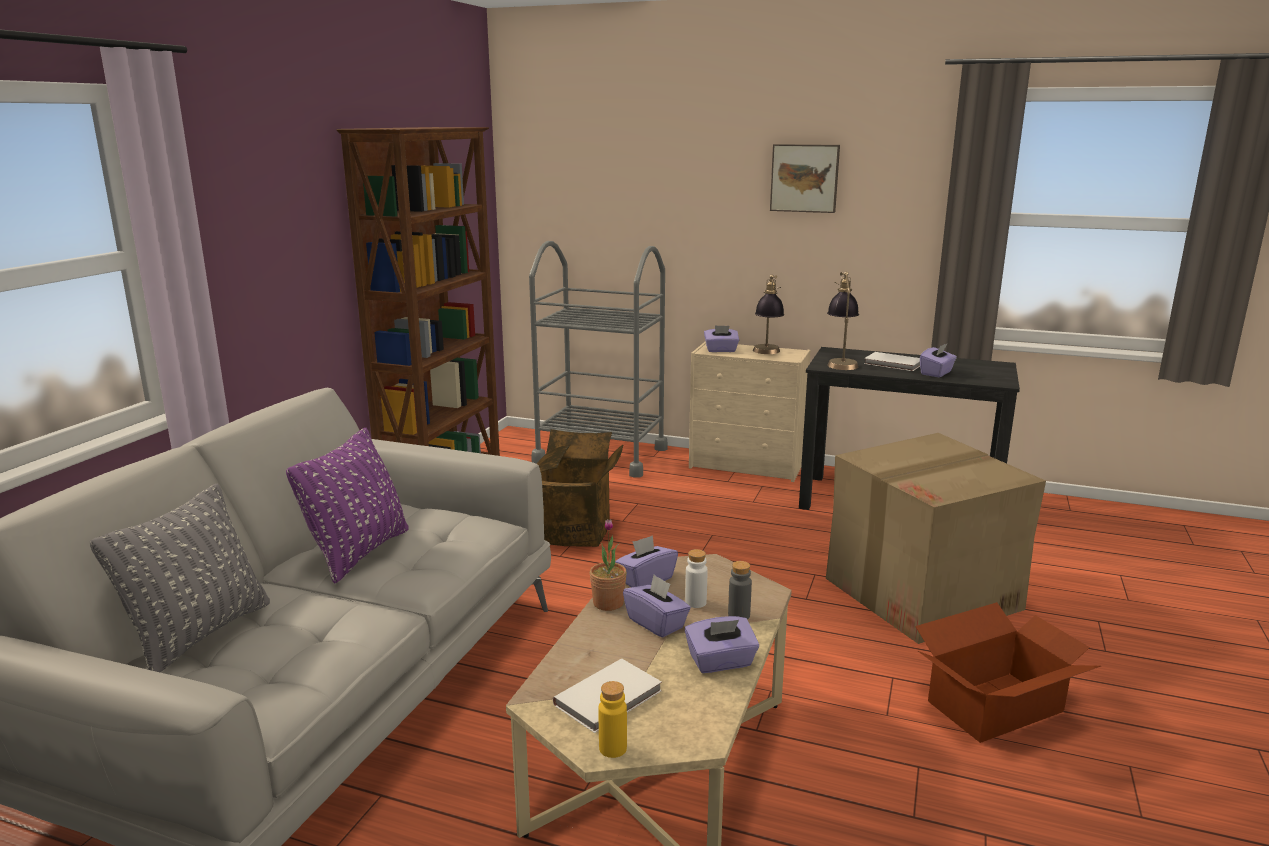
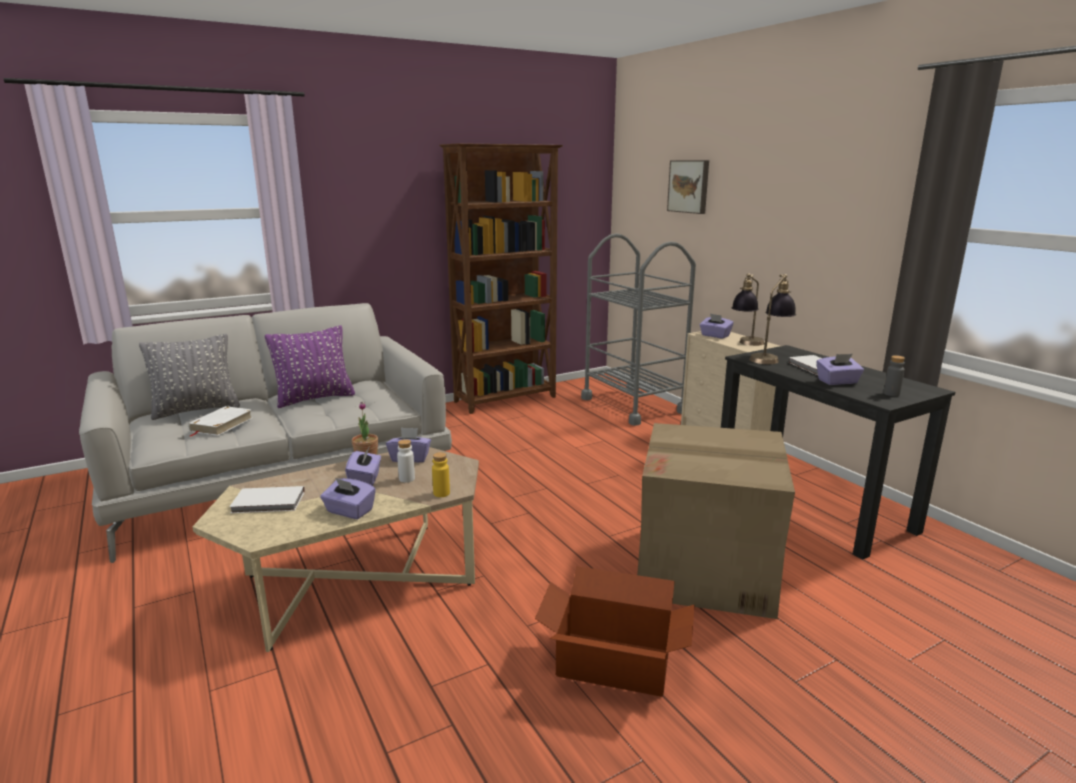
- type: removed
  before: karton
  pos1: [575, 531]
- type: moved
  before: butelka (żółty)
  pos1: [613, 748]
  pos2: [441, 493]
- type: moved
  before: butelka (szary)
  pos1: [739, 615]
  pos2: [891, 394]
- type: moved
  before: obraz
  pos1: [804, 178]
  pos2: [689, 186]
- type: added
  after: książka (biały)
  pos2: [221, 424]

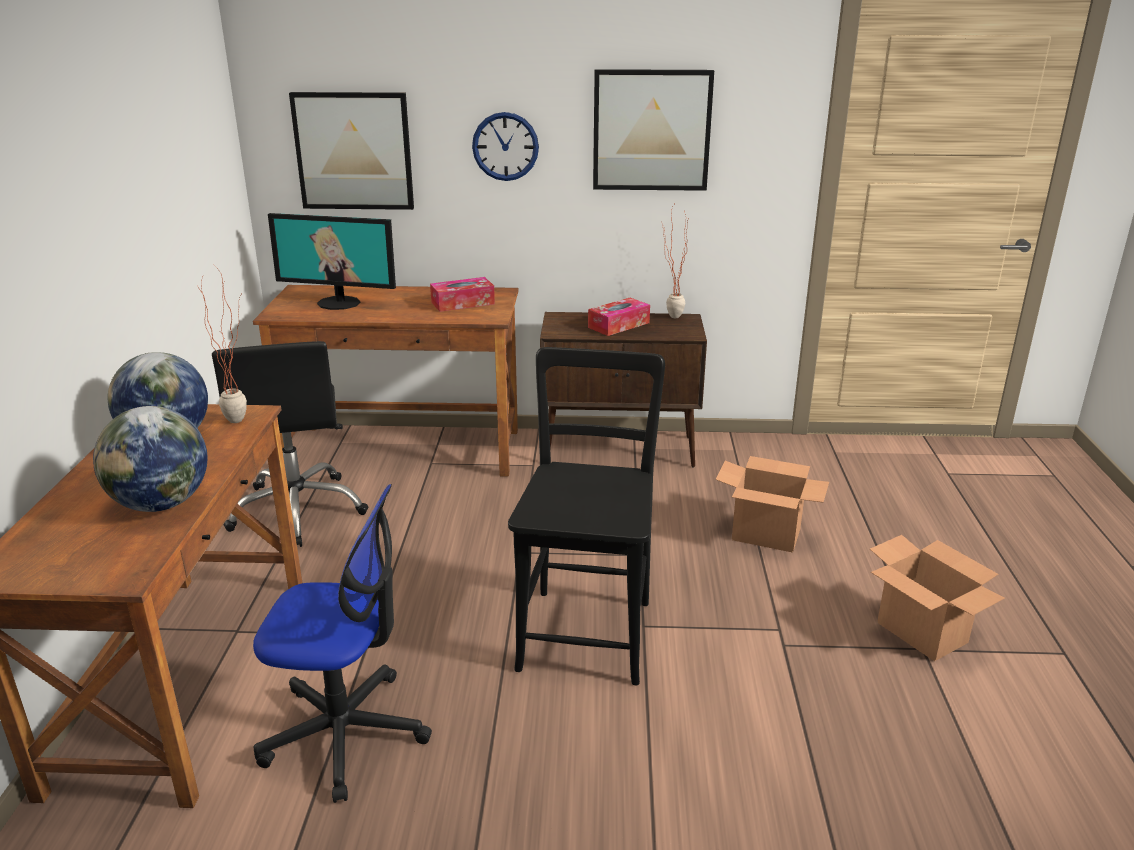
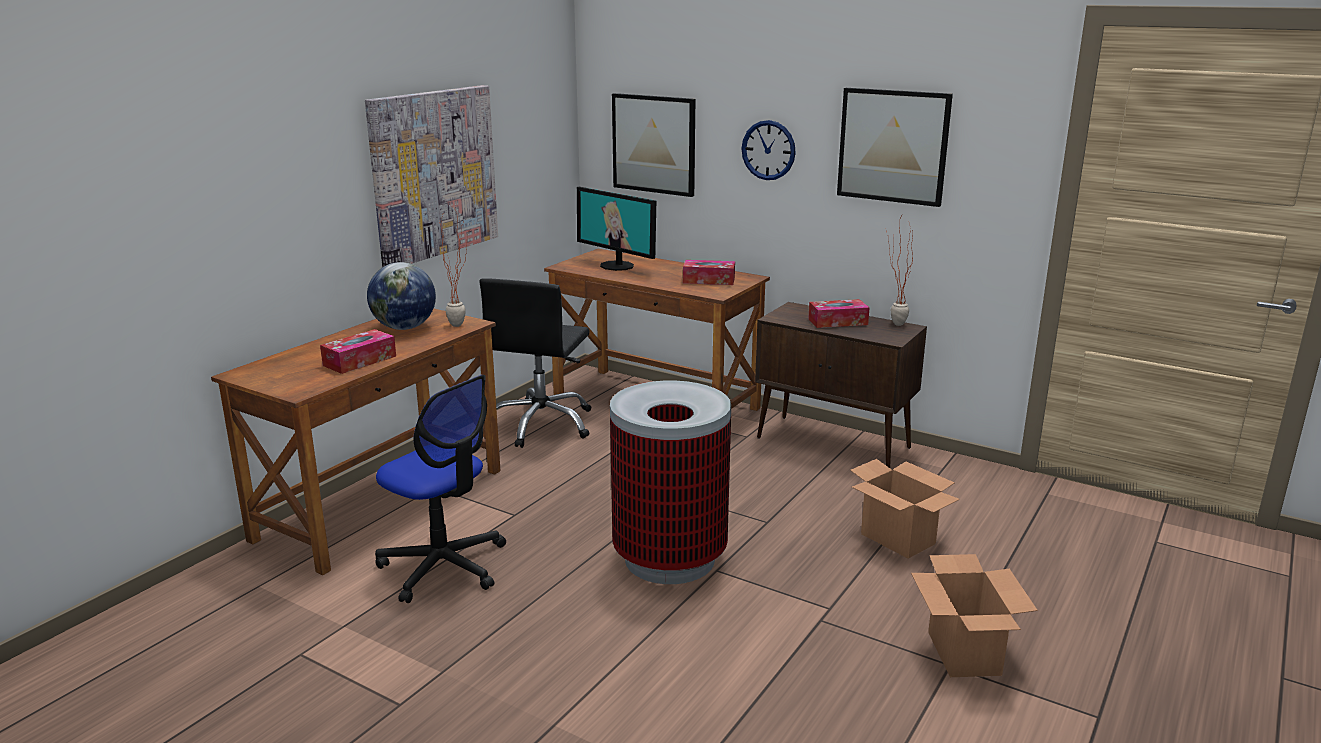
- type: replaced
  before: globus
  after: pudełko chusteczek
  pos1: [161, 504]
  pos2: [359, 361]
- type: replaced
  before: krzesło (czarny)
  after: kosz na śmieci
  pos1: [587, 629]
  pos2: [670, 559]
- type: added
  after: obraz
  pos2: [433, 174]

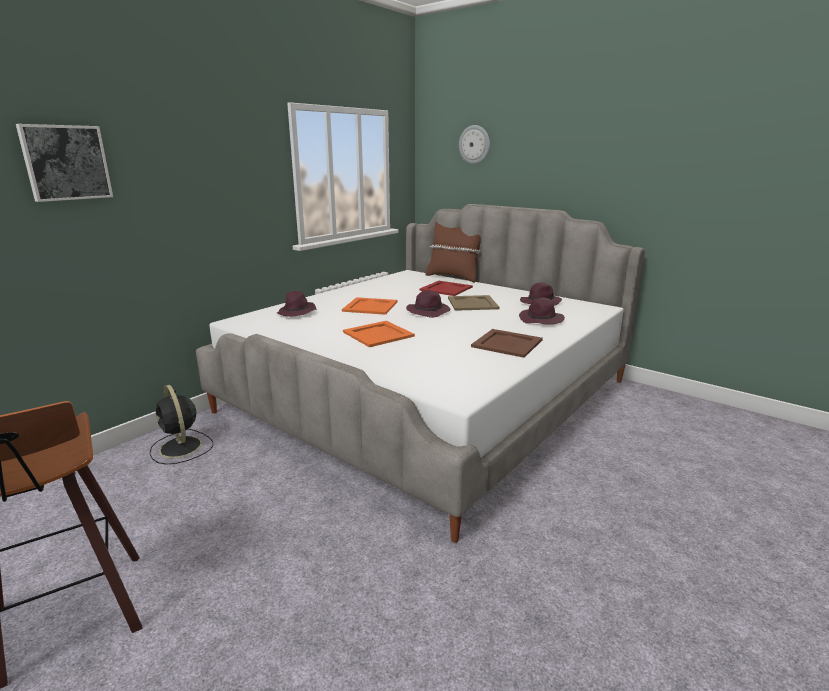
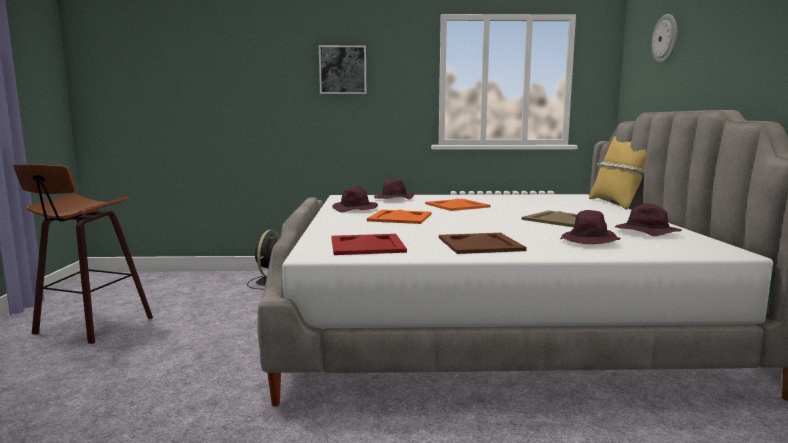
- type: moved
  before: obraz
  pos1: [66, 162]
  pos2: [343, 70]
- type: moved
  before: kapelusz (fioletowy)
  pos1: [429, 311]
  pos2: [355, 209]
- type: moved
  before: taca (czerwony)
  pos1: [446, 288]
  pos2: [367, 245]
- type: recoloured
  before: poduszka (brązowy)
  after: poduszka (żółty)
  pos1: [453, 277]
  pos2: [617, 203]

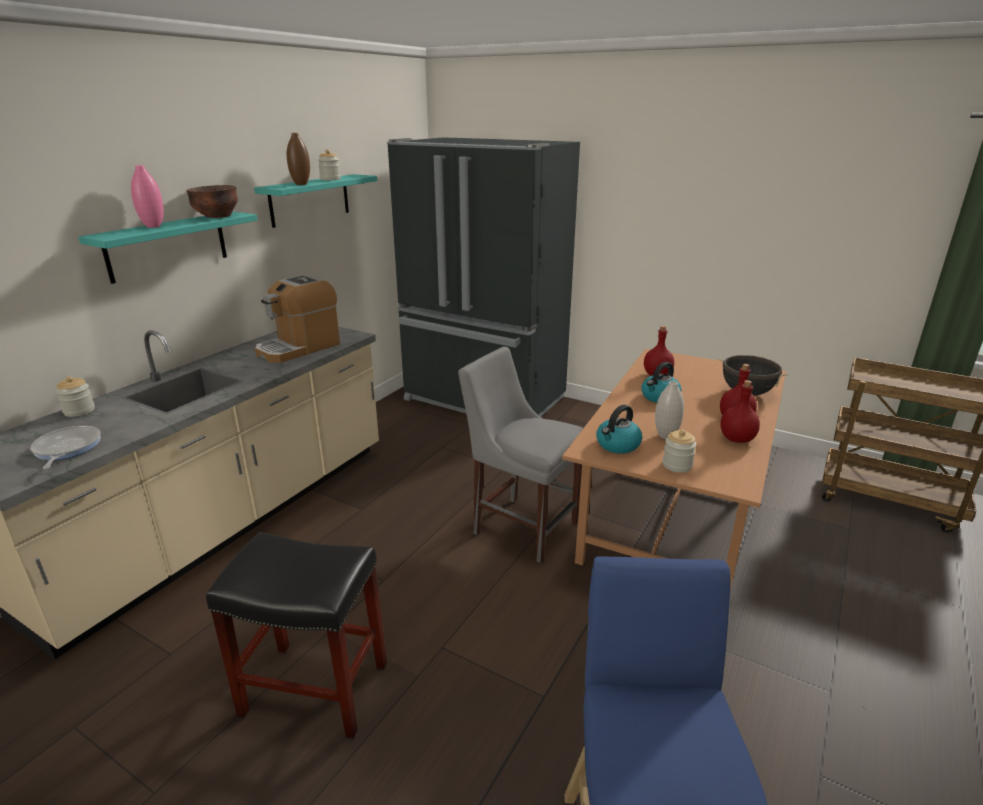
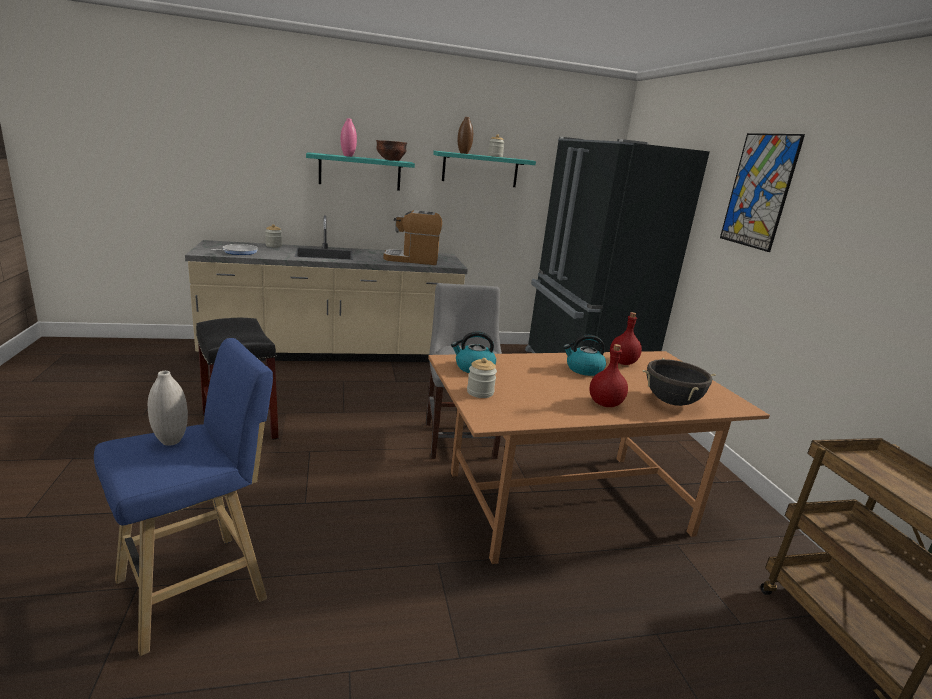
- type: moved
  before: wazon (biały)
  pos1: [666, 436]
  pos2: [171, 441]
- type: removed
  before: butelka (czerwony)
  pos1: [736, 439]
- type: added
  after: obraz
  pos2: [759, 191]

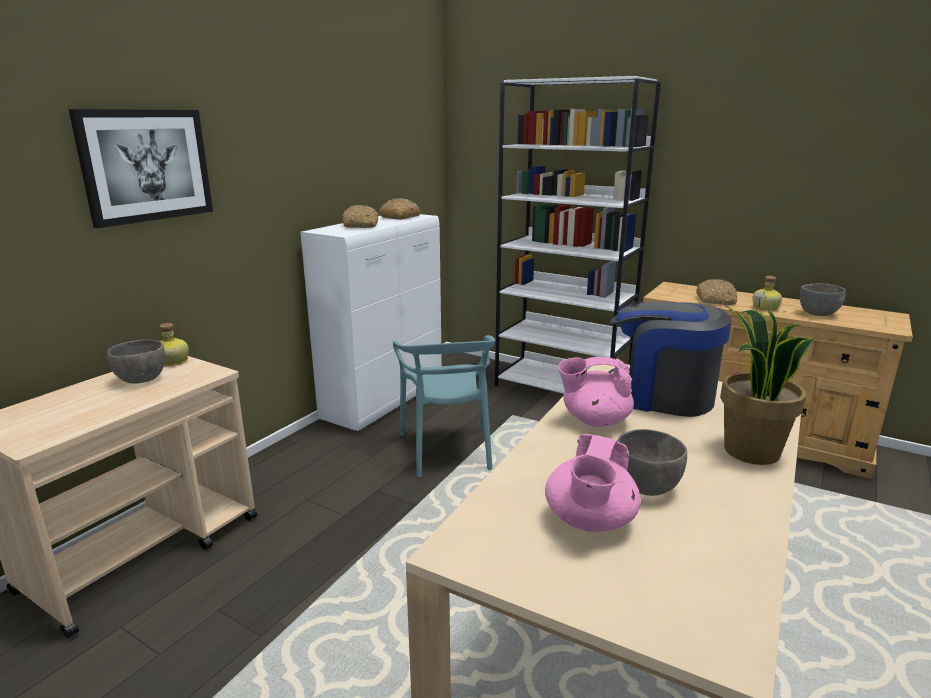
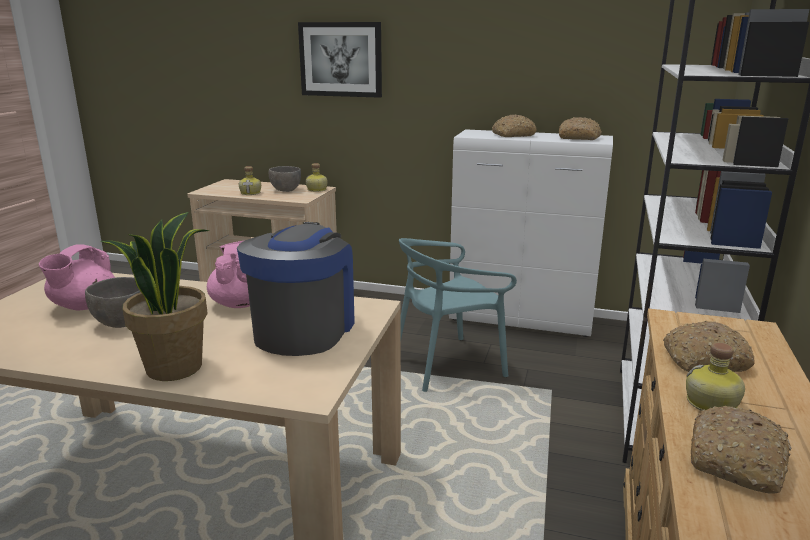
- type: turned
  before: imbryk (różowy)
  pos1: [589, 521]
  pos2: [83, 306]
  turn: -75
- type: replaced
  before: miska (szary)
  after: chleb
  pos1: [818, 314]
  pos2: [737, 461]
- type: added
  after: butelka
  pos2: [251, 193]

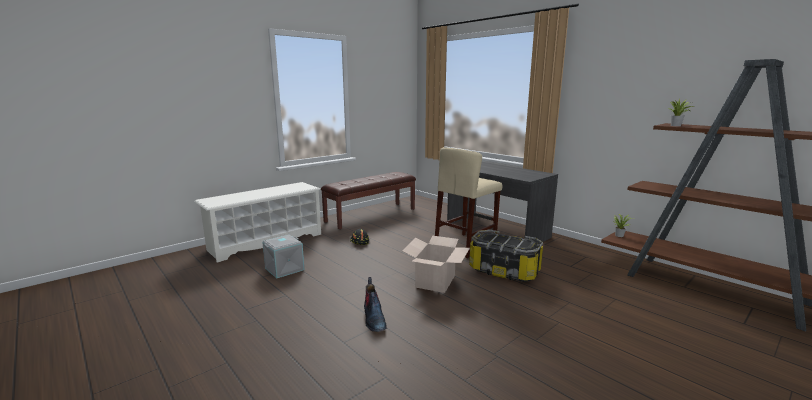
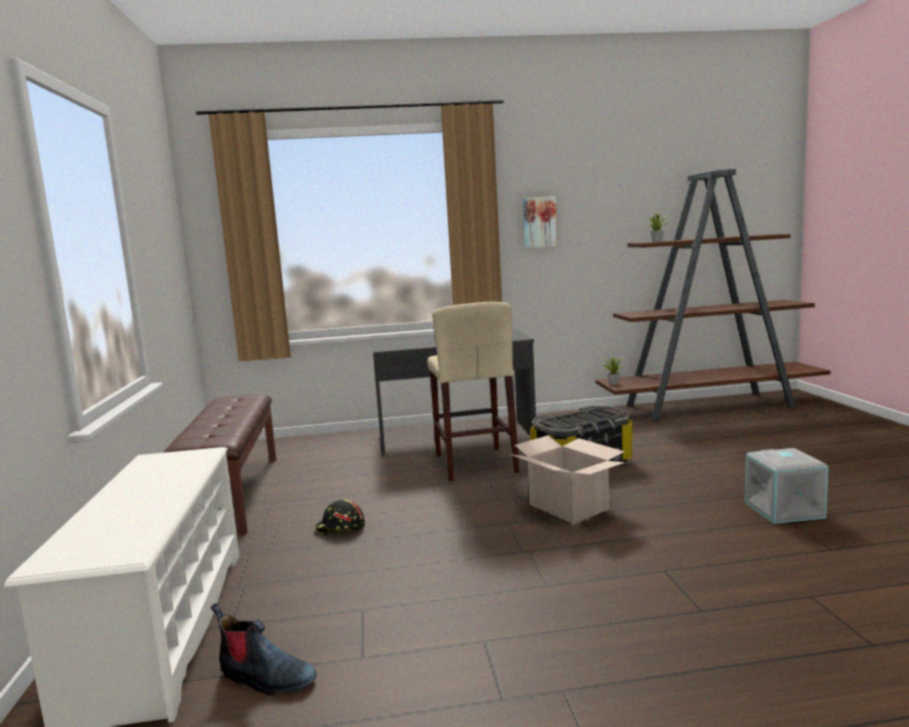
- type: moved
  before: pojemnik do przechowywania (szary)
  pos1: [284, 269]
  pos2: [785, 510]
- type: moved
  before: but z cholewką
  pos1: [374, 319]
  pos2: [265, 678]
- type: added
  after: obraz
  pos2: [539, 222]

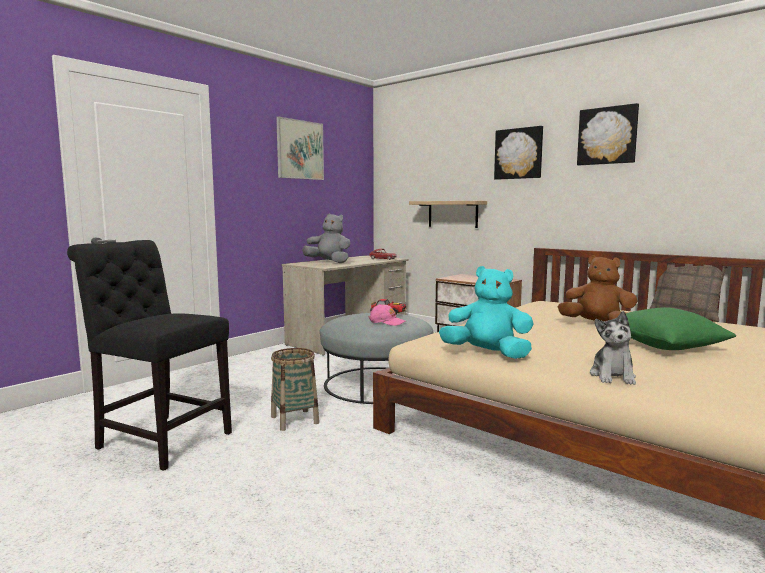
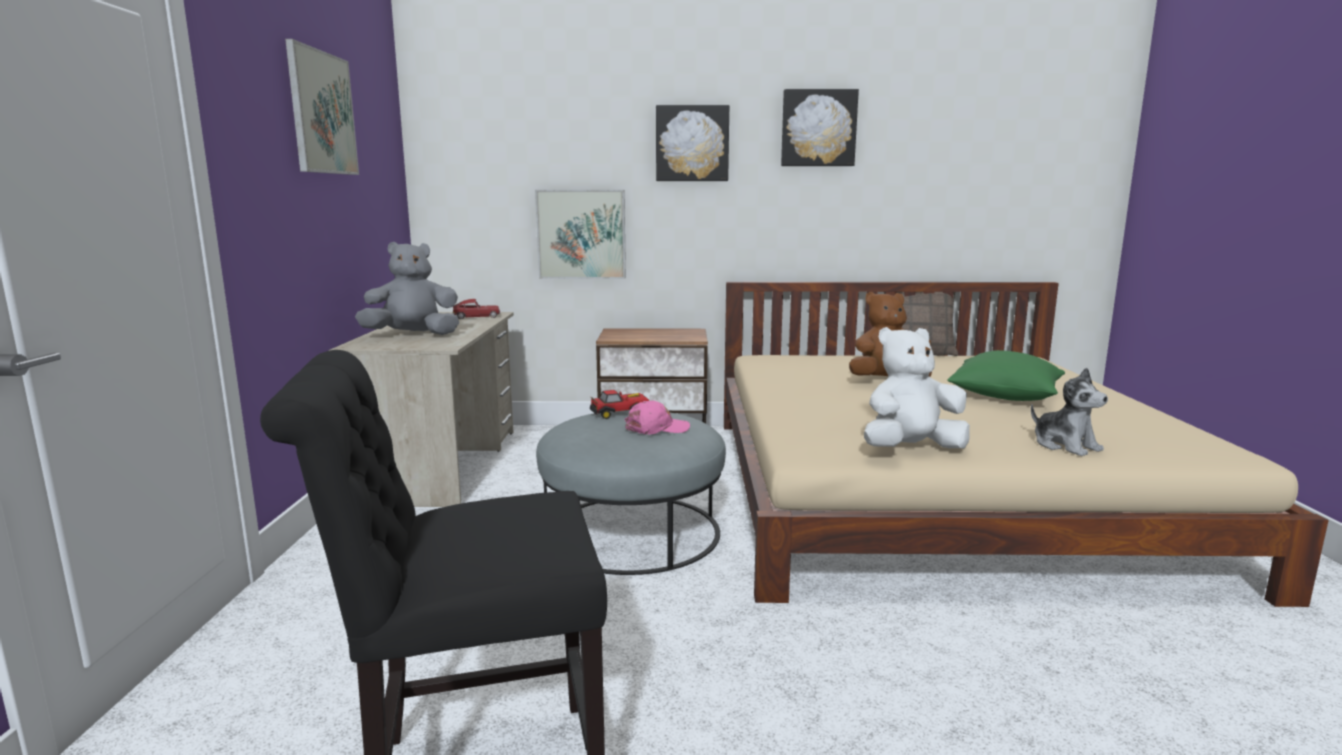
- type: removed
  before: koszyk
  pos1: [294, 420]
- type: replaced
  before: półka
  after: obraz
  pos1: [452, 214]
  pos2: [581, 234]
- type: recoloured
  before: pluszak (turkusowy)
  after: pluszak (biały)
  pos1: [487, 354]
  pos2: [910, 449]

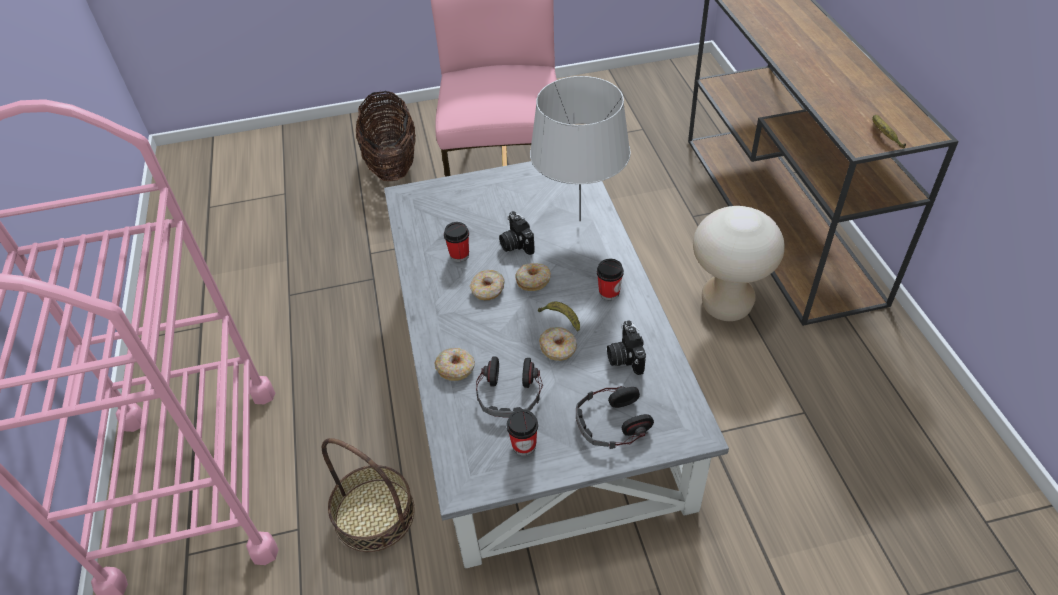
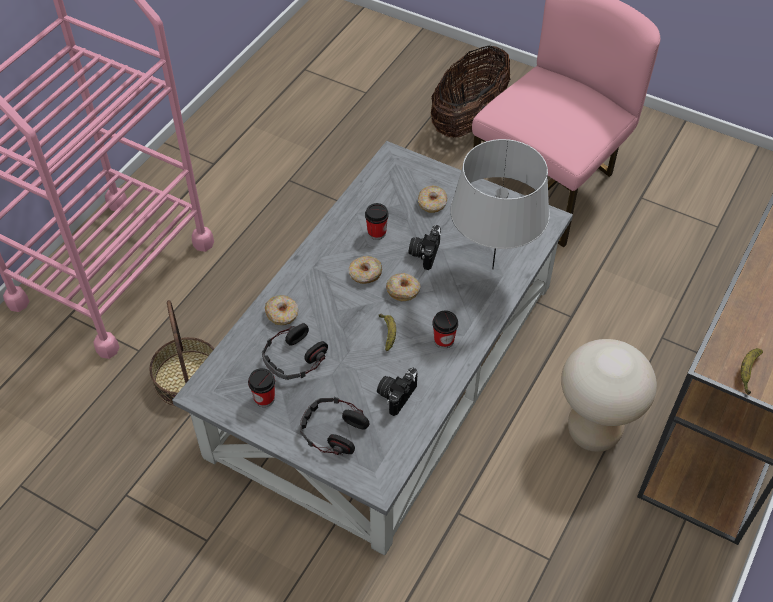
- type: moved
  before: donut
  pos1: [558, 348]
  pos2: [432, 203]

